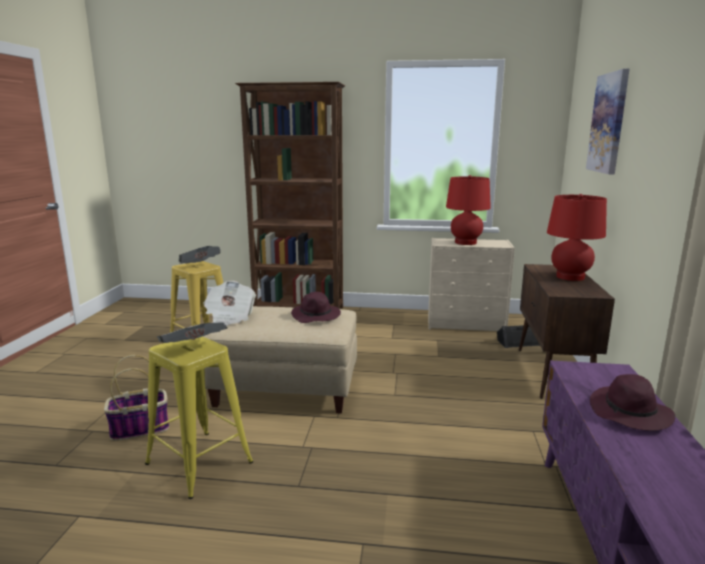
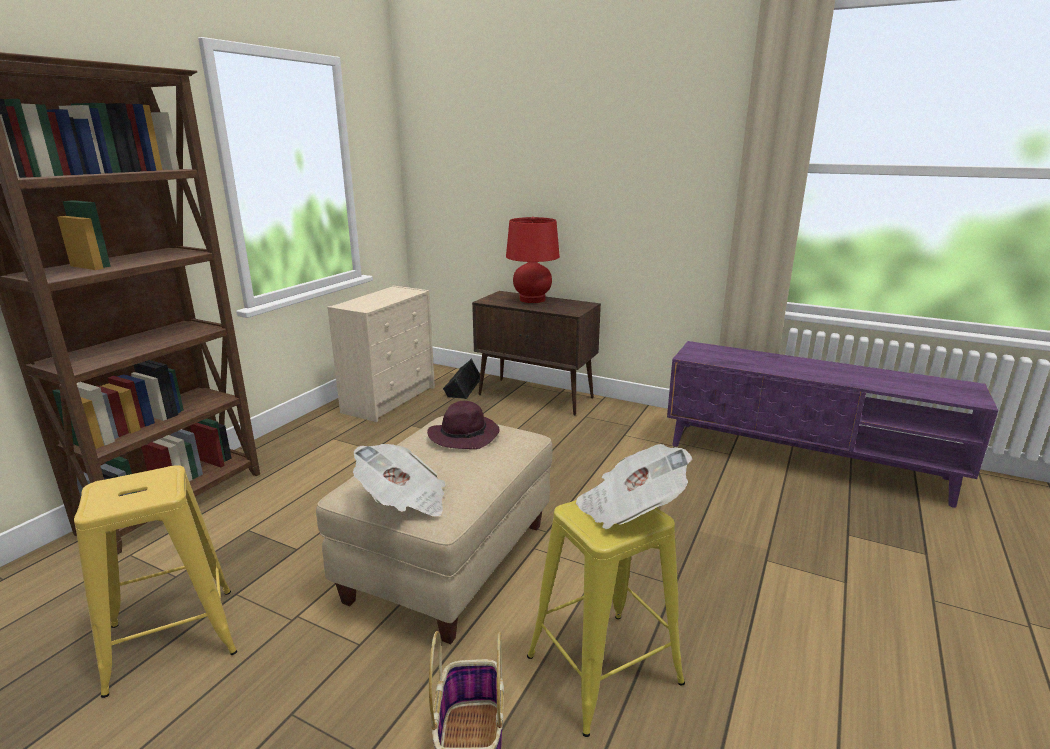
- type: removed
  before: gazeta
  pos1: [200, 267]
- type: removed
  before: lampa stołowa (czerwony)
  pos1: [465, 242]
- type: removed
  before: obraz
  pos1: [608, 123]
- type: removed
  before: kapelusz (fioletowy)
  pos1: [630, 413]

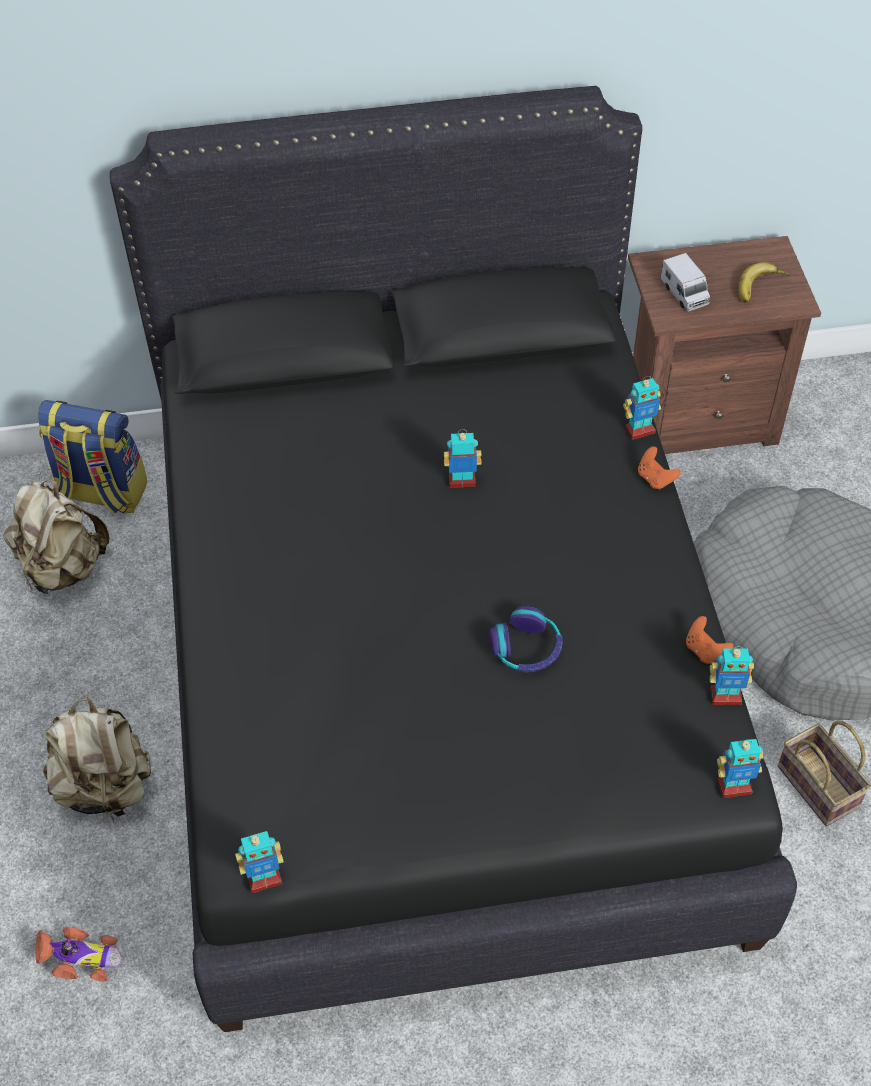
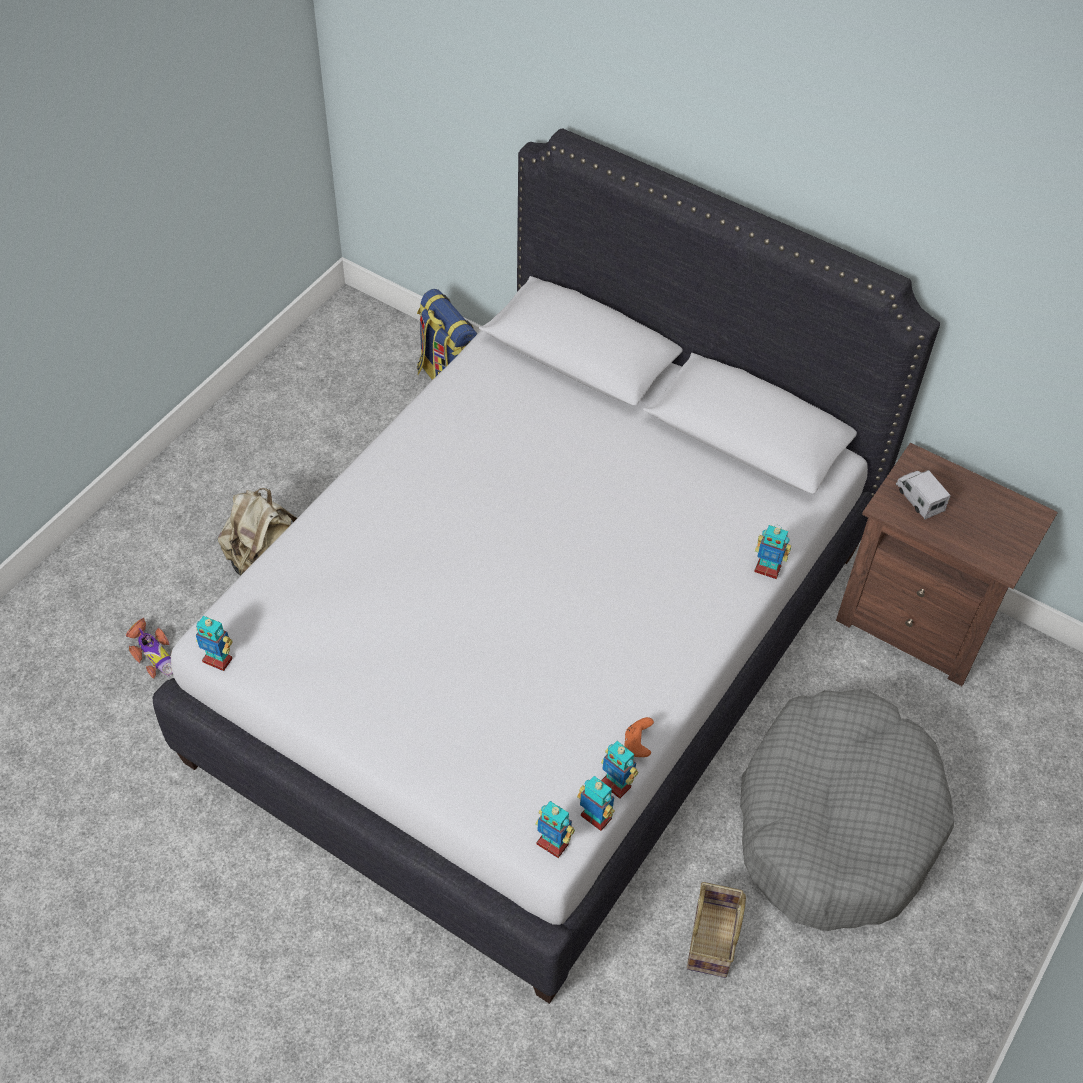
- type: removed
  before: plecak (beżowy)
  pos1: [63, 567]
- type: recoloured
  before: łóżko (czarny)
  after: łóżko (biały)
  pos1: [435, 667]
  pos2: [537, 650]
- type: moved
  before: robot zabawkowy
  pos1: [462, 481]
  pos2: [595, 818]
- type: removed
  before: słuchawki
  pos1: [526, 648]
- type: removed
  before: pad do gier (pomarańczowy)
  pos1: [655, 478]
- type: turned
  before: ciężarówka zabawkowa
  pos1: [684, 293]
  pos2: [919, 499]
  turn: 135
- type: removed
  before: banan
  pos1: [761, 288]

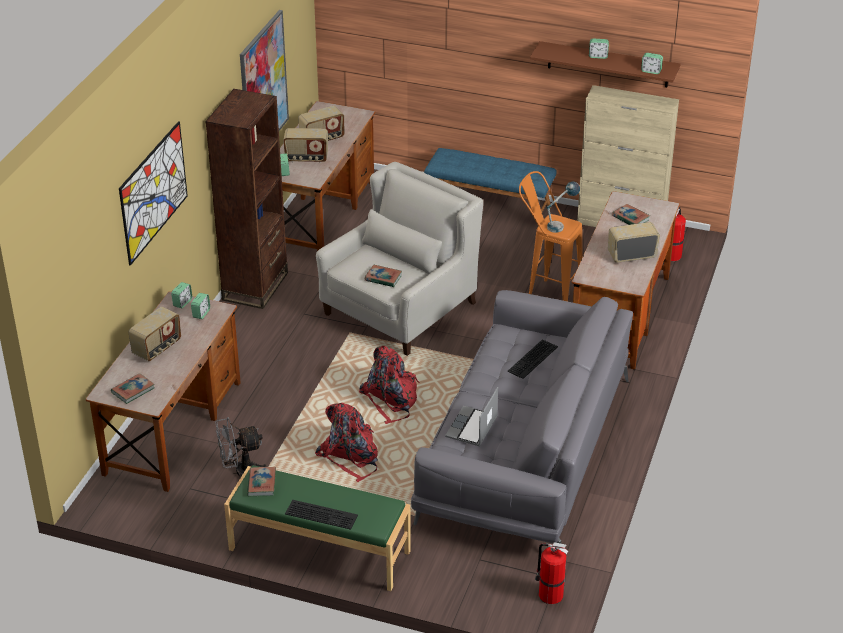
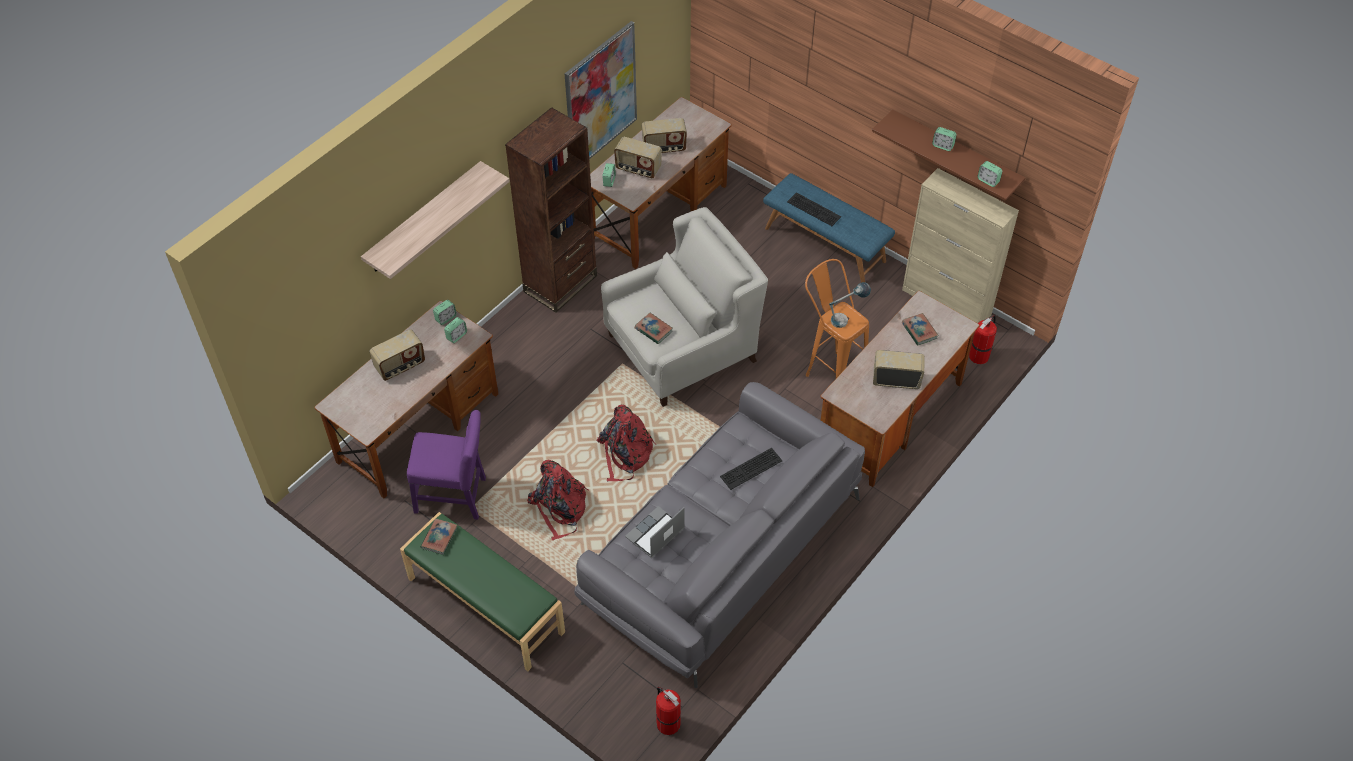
- type: removed
  before: książka
  pos1: [133, 390]
- type: replaced
  before: obraz
  after: półka
  pos1: [153, 192]
  pos2: [424, 218]
- type: replaced
  before: wentylator (szary)
  after: krzesło (fioletowy)
  pos1: [240, 472]
  pos2: [454, 496]
- type: moved
  before: klawiatura
  pos1: [322, 514]
  pos2: [815, 209]

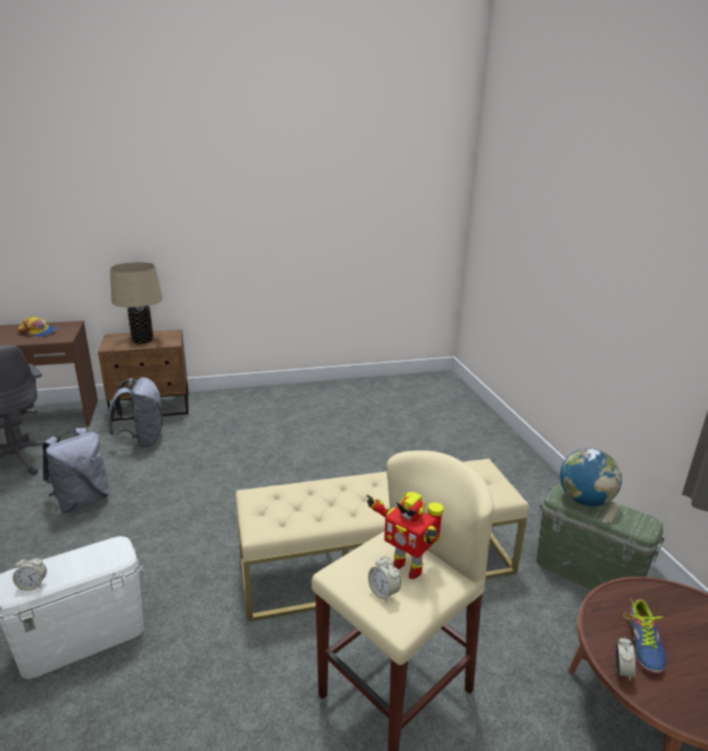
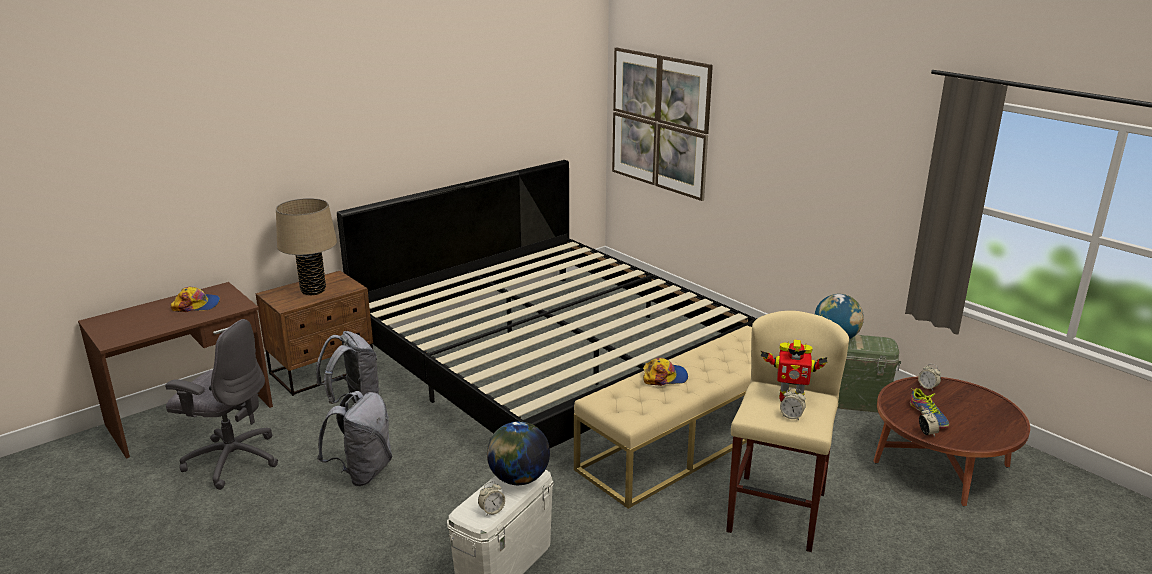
- type: added
  after: łóżko
  pos2: [550, 357]
- type: added
  after: globus
  pos2: [518, 479]
- type: added
  after: obraz
  pos2: [659, 122]
- type: added
  after: czapka z daszkiem
  pos2: [665, 377]
- type: added
  after: budzik
  pos2: [927, 387]

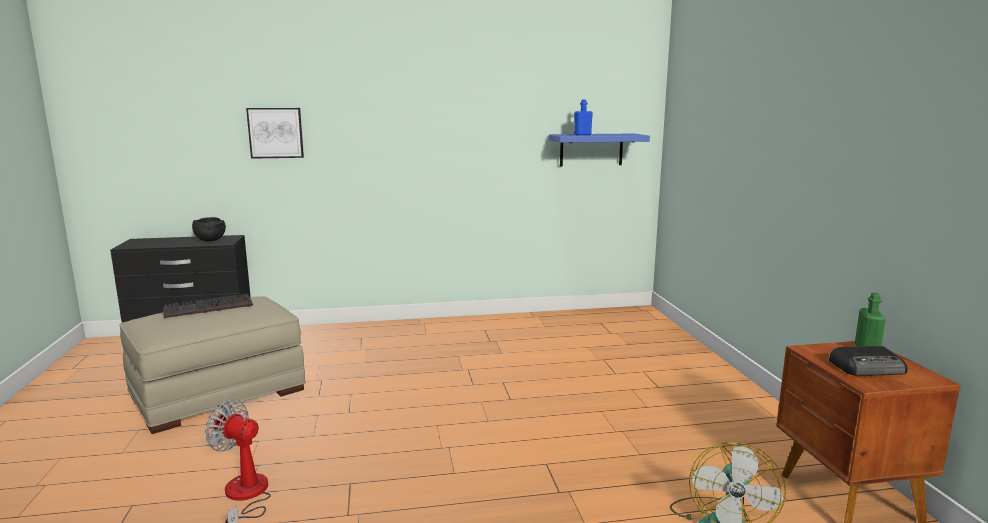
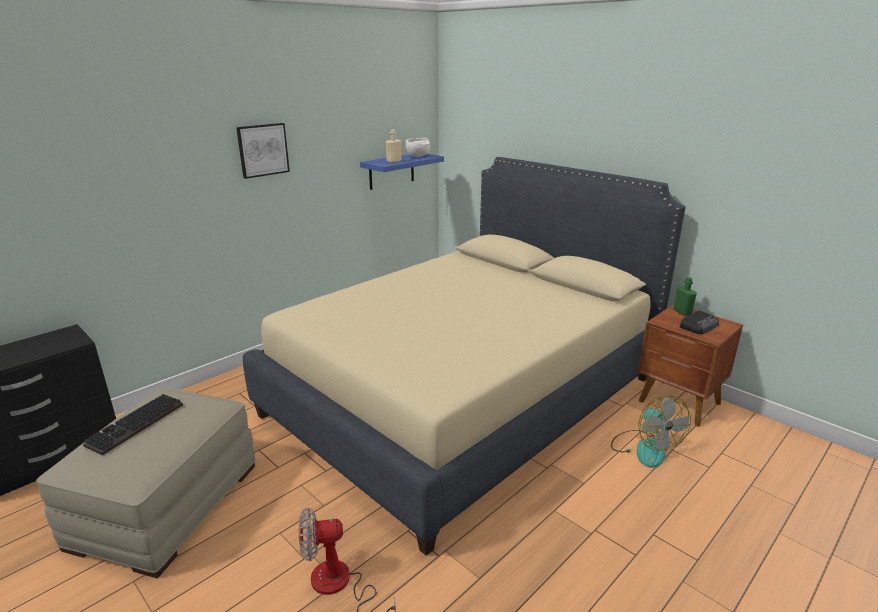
- type: removed
  before: miska (czarny)
  pos1: [209, 240]
- type: moved
  before: obraz
  pos1: [275, 133]
  pos2: [262, 150]
- type: recoloured
  before: butelka (niebieski)
  after: butelka (beżowy)
  pos1: [582, 135]
  pos2: [394, 161]
- type: added
  after: łóżko (beżowy)
  pos2: [464, 396]
- type: added
  after: miska (biały)
  pos2: [418, 156]

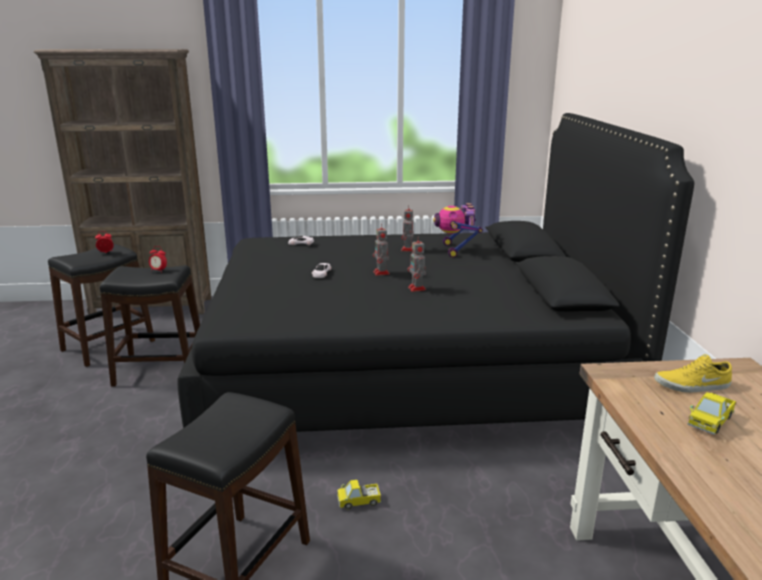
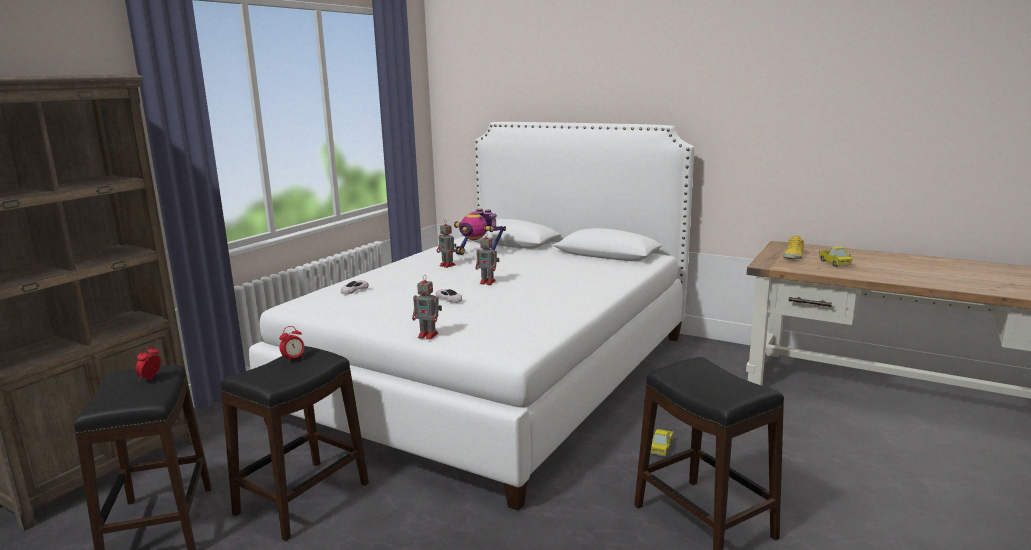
- type: recoloured
  before: łóżko (czarny)
  after: łóżko (biały)
  pos1: [407, 370]
  pos2: [498, 375]
- type: moved
  before: robot zabawkowy
  pos1: [417, 289]
  pos2: [429, 335]

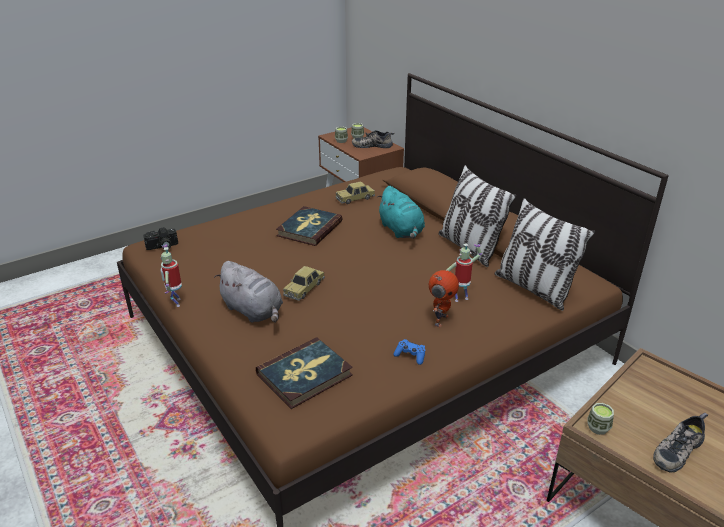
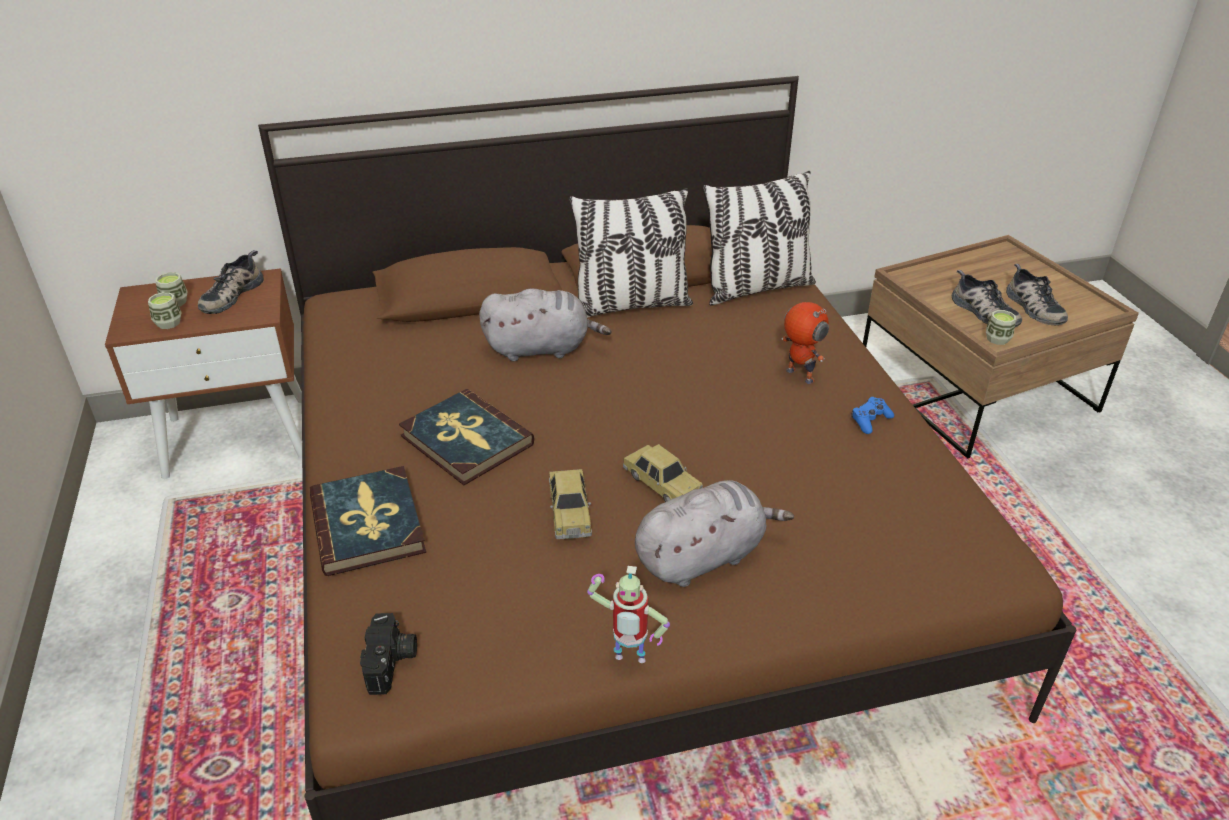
- type: moved
  before: książka
  pos1: [305, 375]
  pos2: [368, 524]
- type: moved
  before: samochodzik
  pos1: [355, 198]
  pos2: [569, 511]
- type: recoloured
  before: pluszak (turkusowy)
  after: pluszak (szary)
  pos1: [401, 231]
  pos2: [541, 348]
- type: removed
  before: robot zabawkowy
  pos1: [460, 298]
- type: added
  after: but
  pos2: [982, 312]

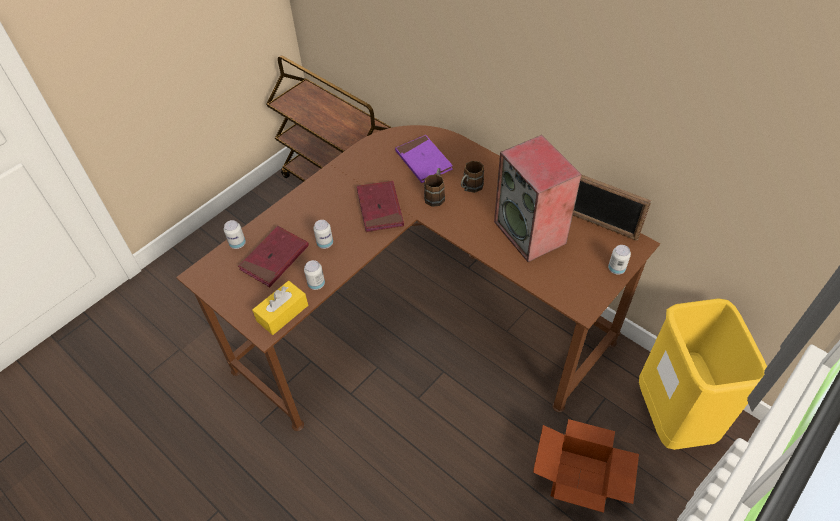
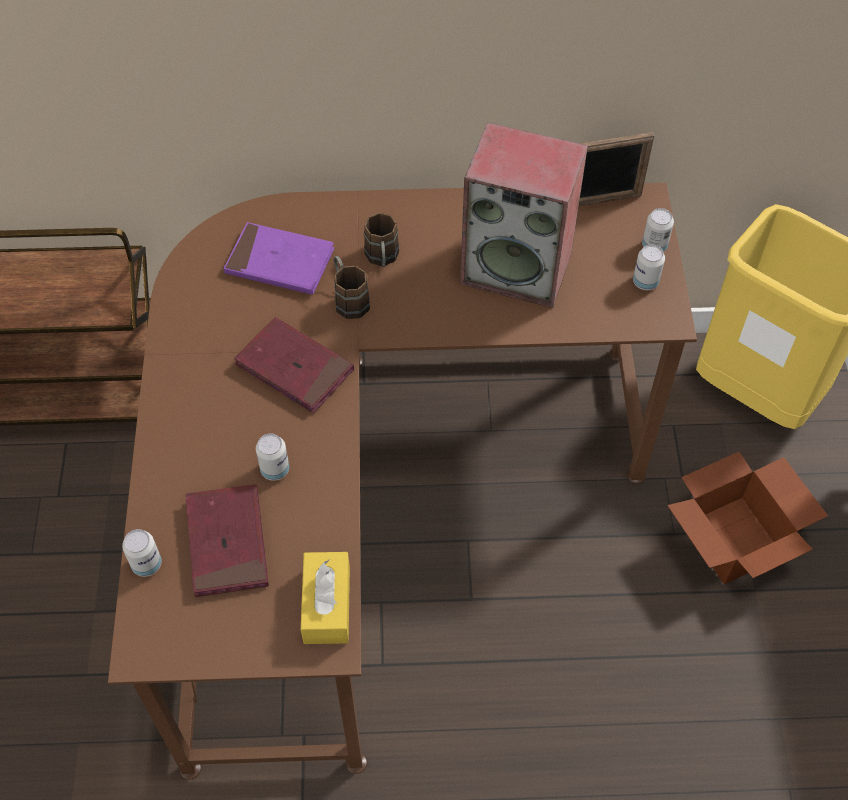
- type: moved
  before: puszka
  pos1: [316, 284]
  pos2: [645, 282]

